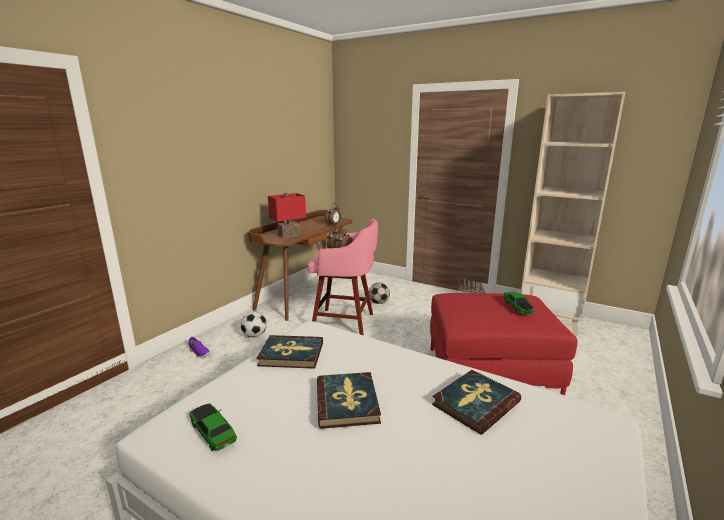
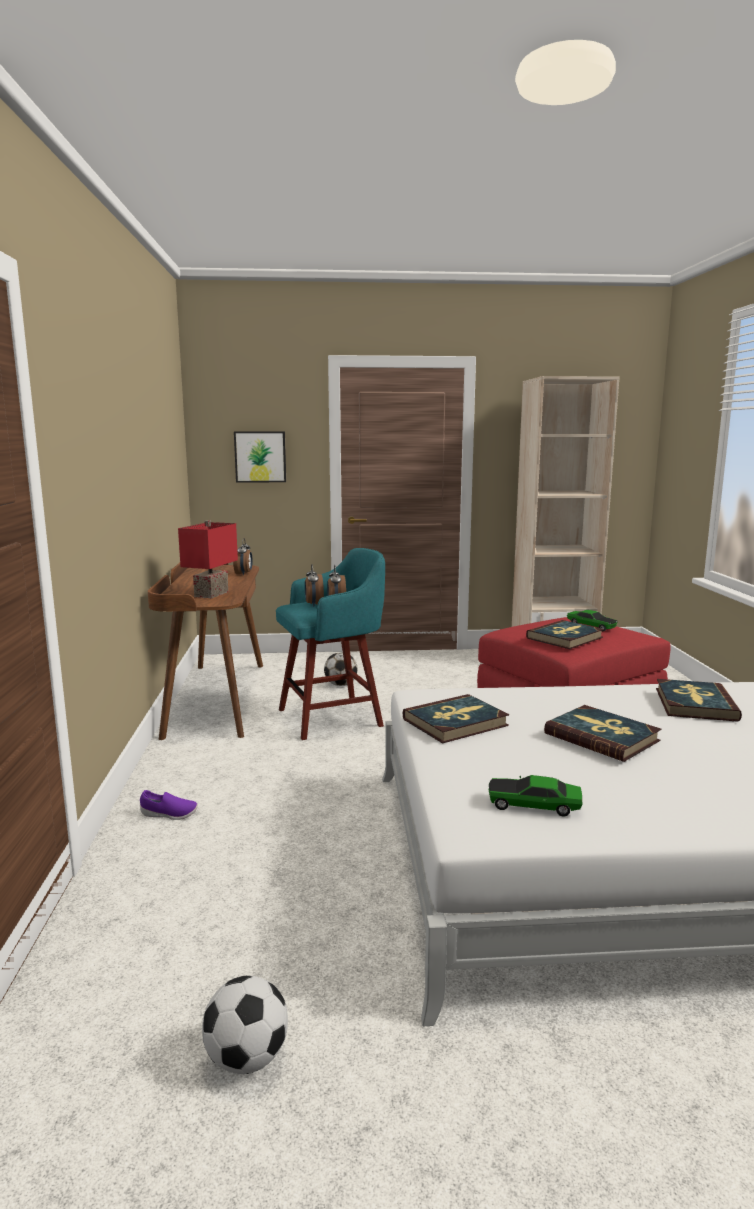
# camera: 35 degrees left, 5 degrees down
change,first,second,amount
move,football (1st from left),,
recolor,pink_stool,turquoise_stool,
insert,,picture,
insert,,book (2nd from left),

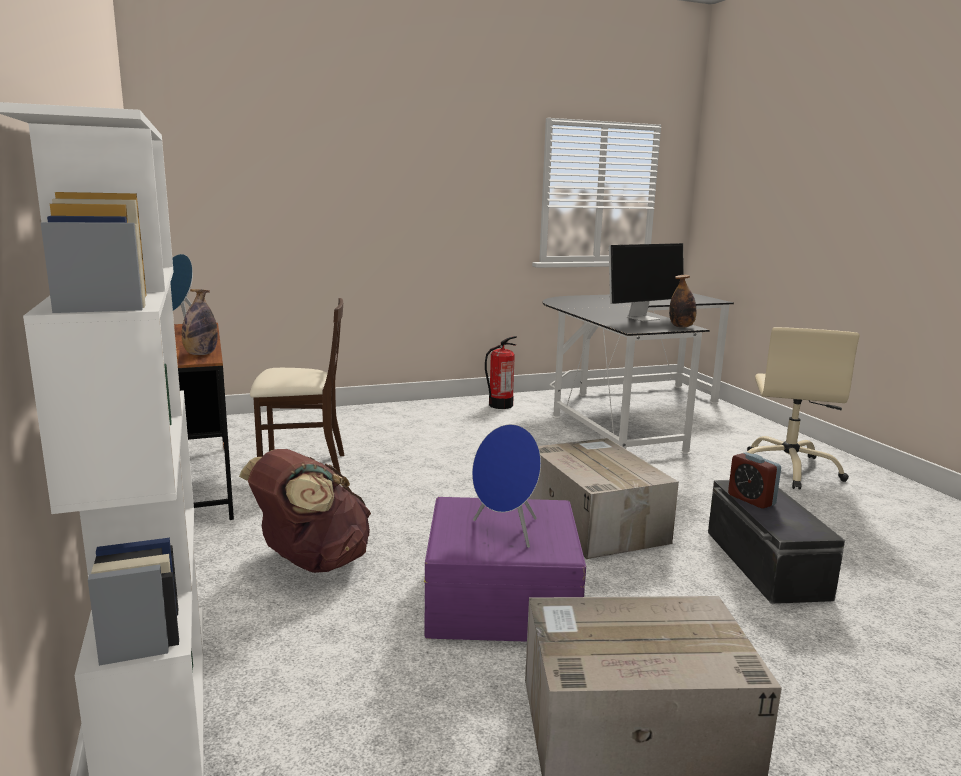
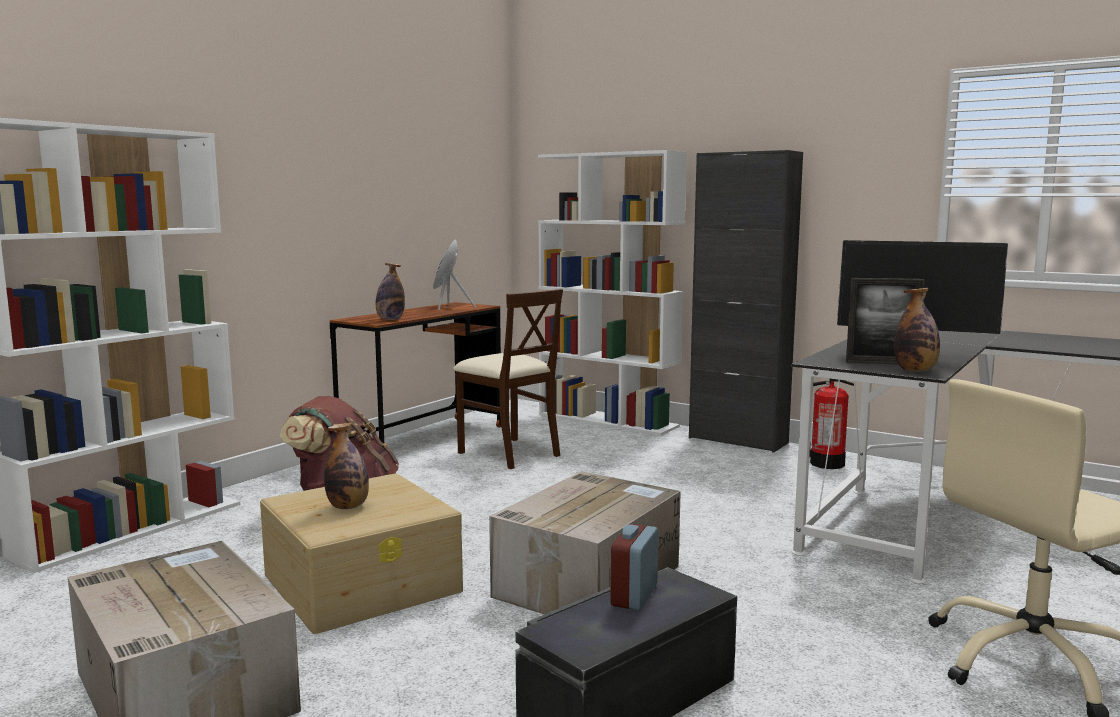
# camera: 55 degrees right, 5 degrees down
change,first,second,amount
recolor,purple_storage_box,beige_storage_box,
replace,blue_speaker (2nd from left),bottle (1st from left),
insert,,white_bookcase (2nd from left),
insert,,black_cabinet,
insert,,picture_frame,

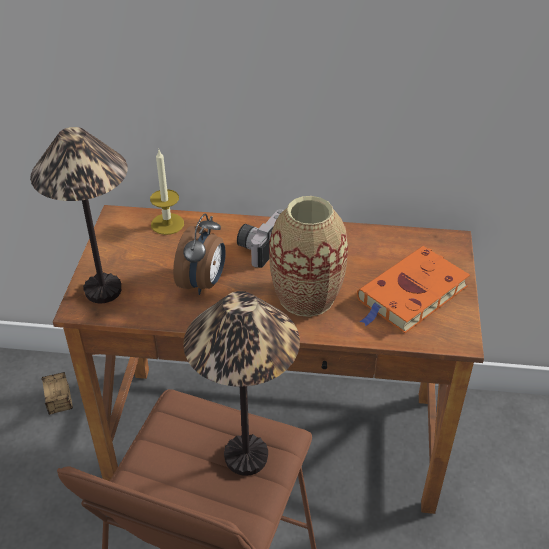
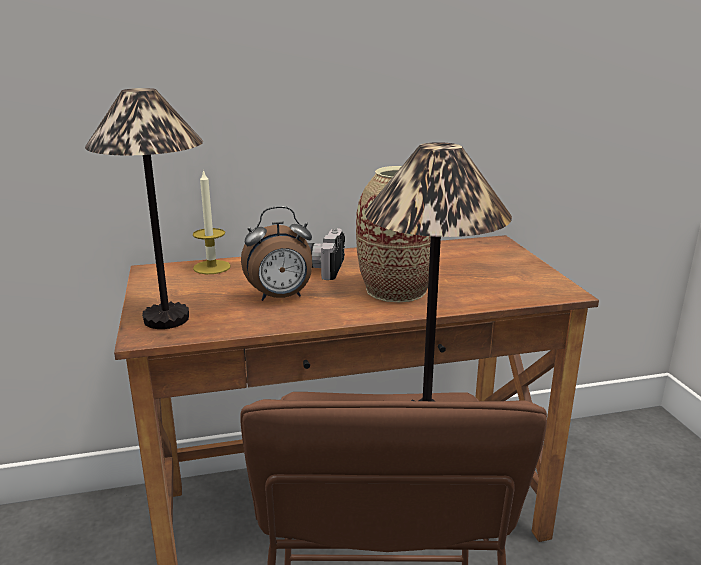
# camera: 20 degrees left, 20 degrees down
change,first,second,amount
delete,storage_box,,
rotate,alarm_clock,,75 degrees clockwise
delete,orange_book,,

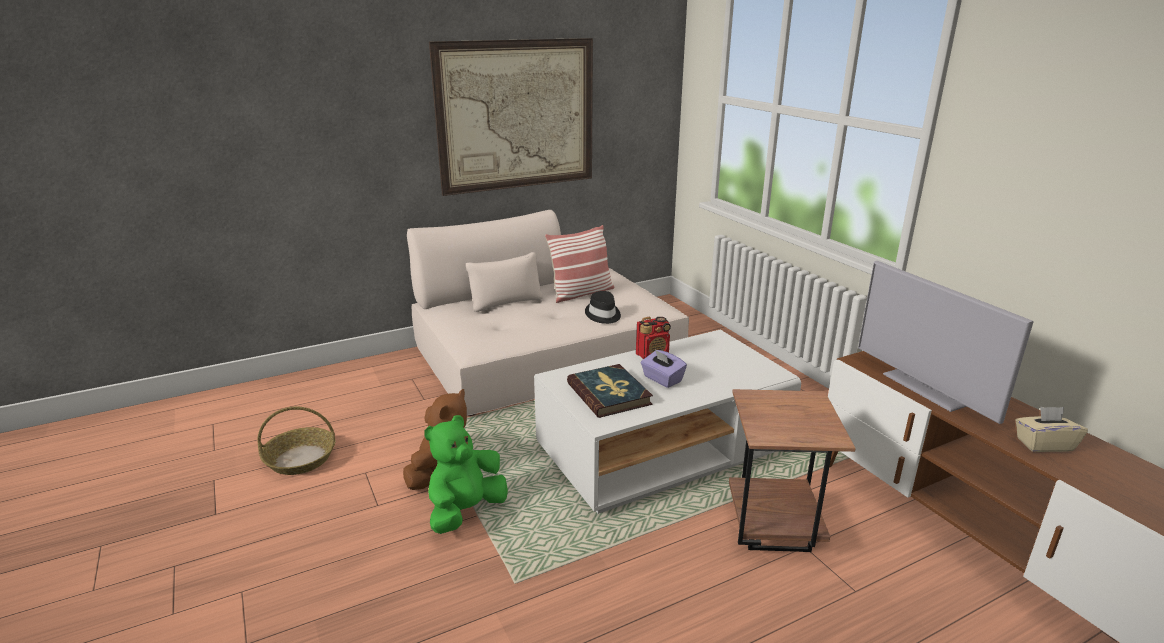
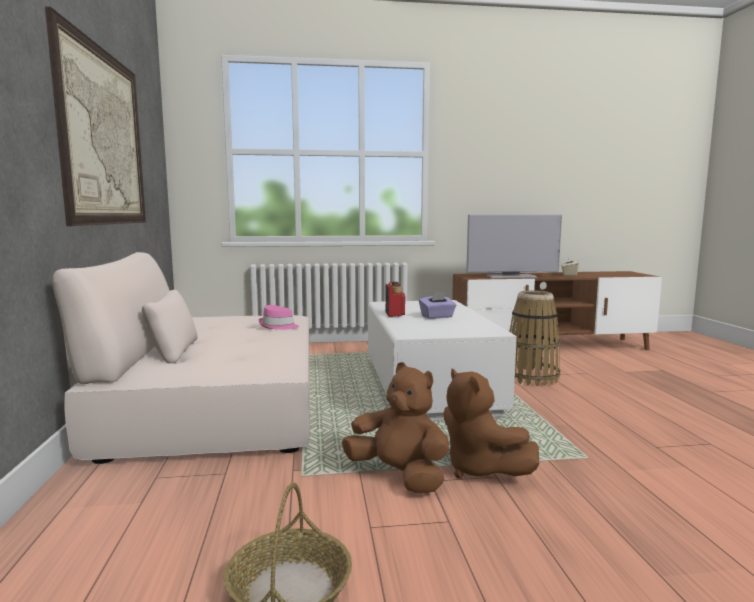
# camera: 70 degrees left, 15 degrees down
change,first,second,amount
recolor,green_plush_toy,brown_plush_toy (2nd from left),
delete,pillow,,
delete,book,,
recolor,black_hat,pink_hat,
replace,brown_side_table,basket (2nd from left),

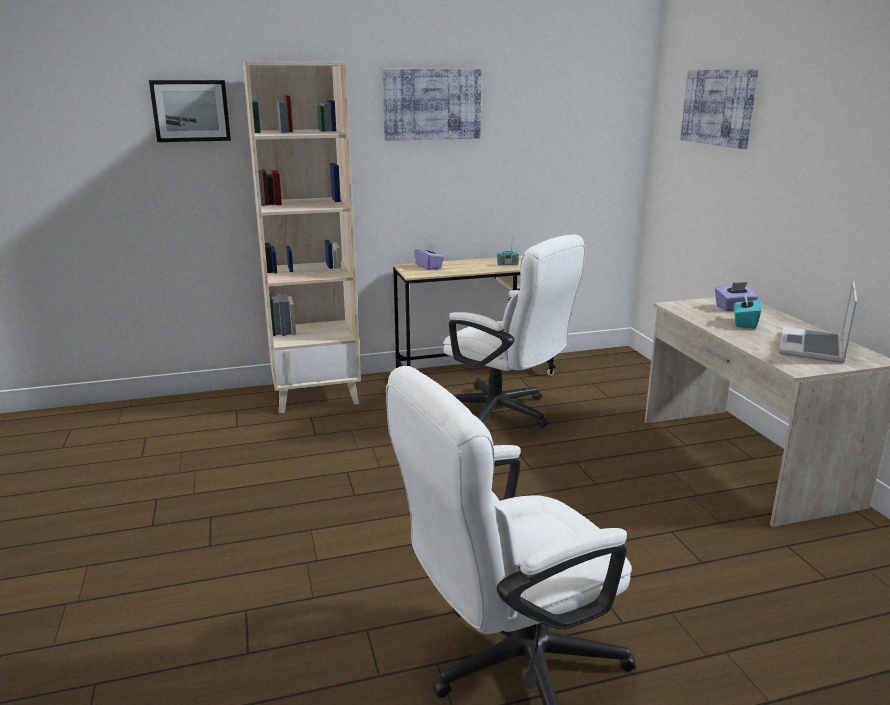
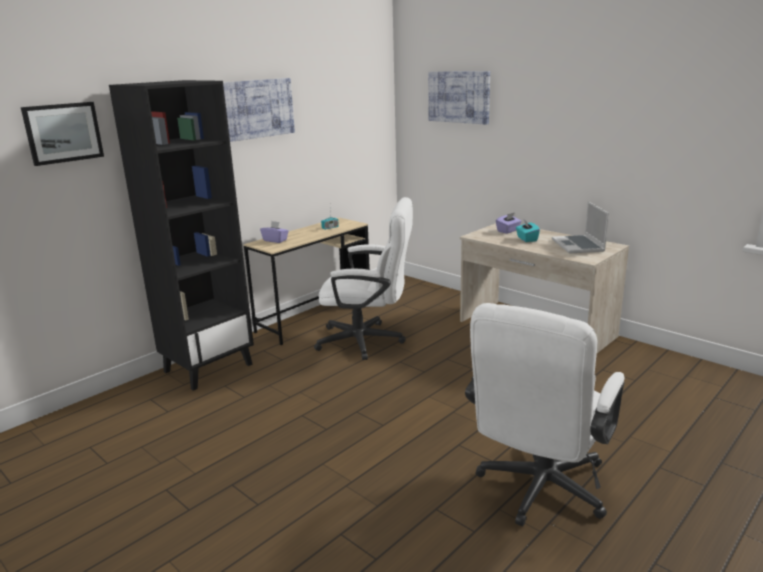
# camera: 30 degrees left, 0 degrees up
change,first,second,amount
recolor,beige_bookcase,black_bookcase,

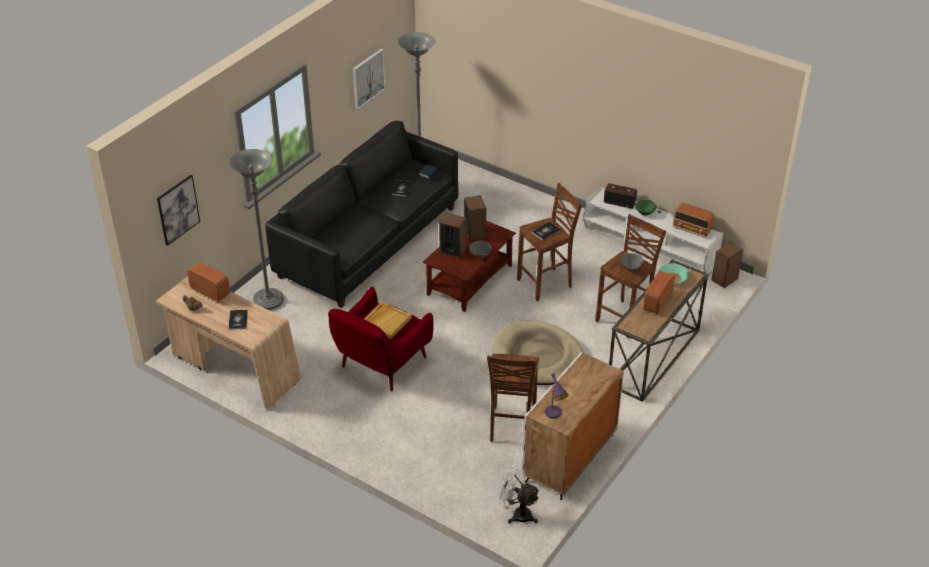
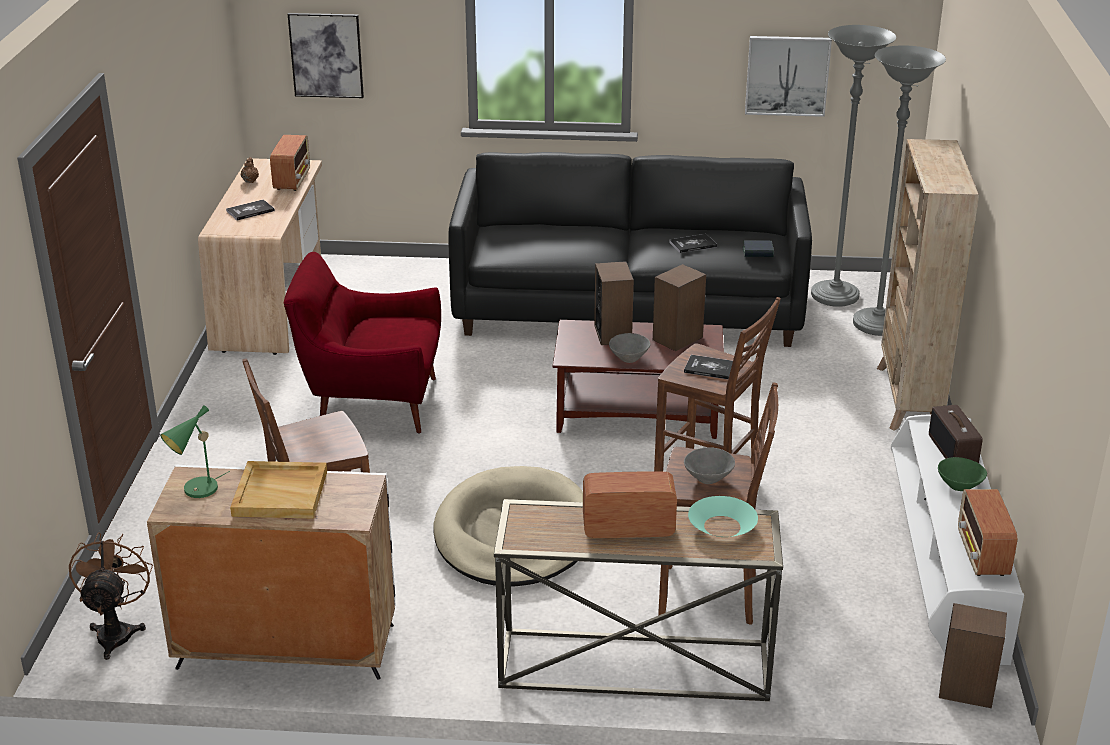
# camera: 60 degrees right, 10 degrees down
change,first,second,amount
move,grey_floor_lamp (1st from left in the first image),grey_floor_lamp (2nd from left),
move,beige_tray,,
recolor,white_fan,brown_fan,
recolor,purple_table_lamp,green_table_lamp,
insert,,beige_bookcase,

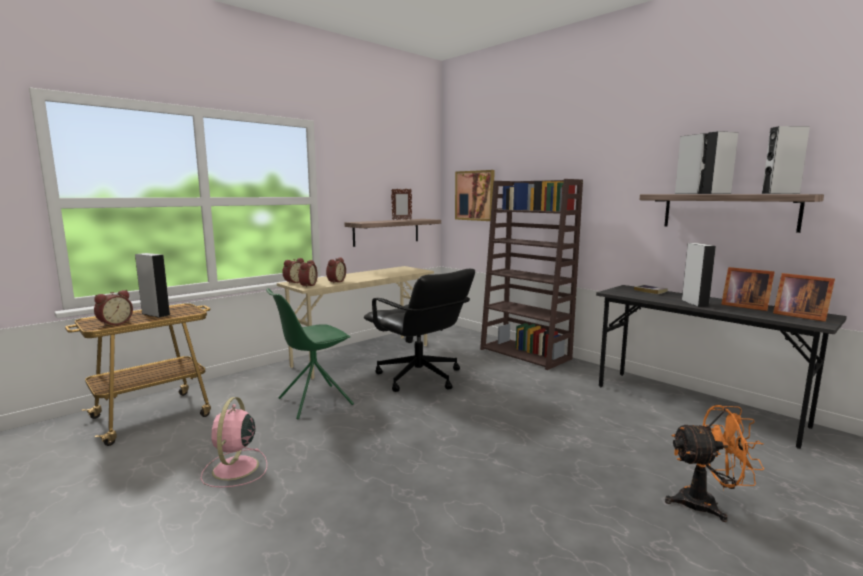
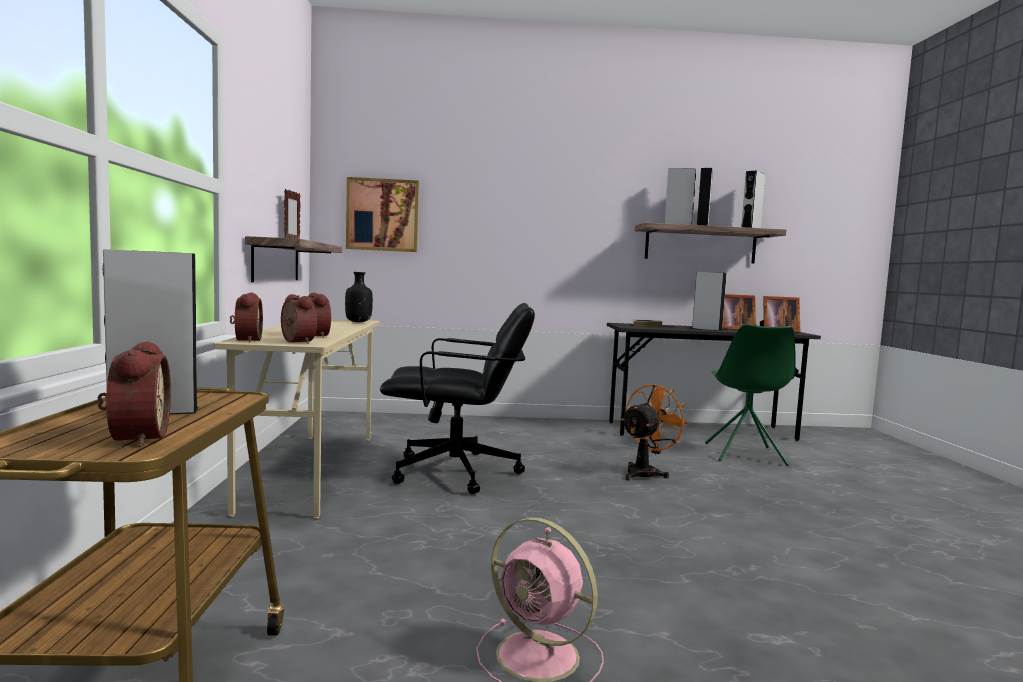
# camera: 50 degrees left, 5 degrees down
change,first,second,amount
move,green_chair,,
delete,brown_bookcase,,
move,orange_fan,,
insert,,black_bottle,

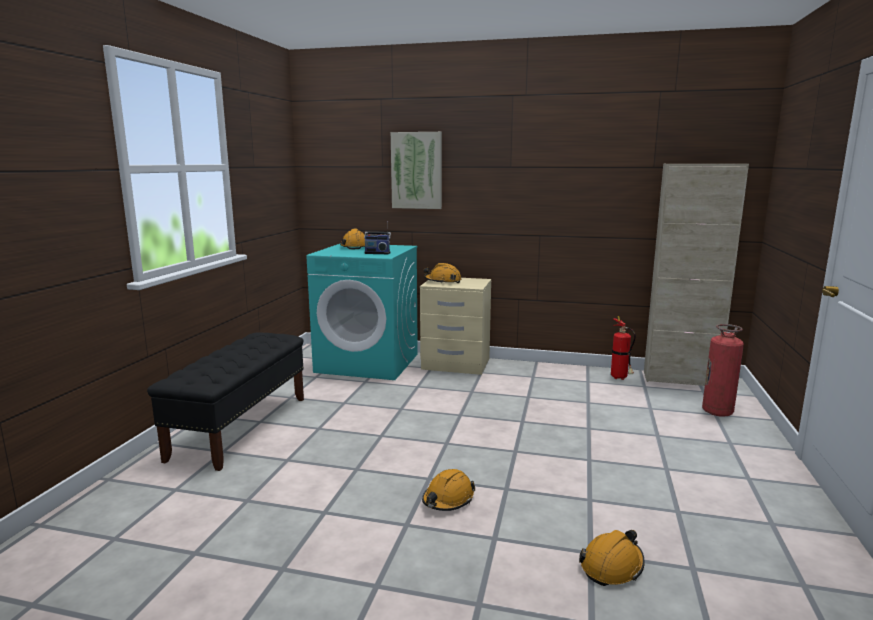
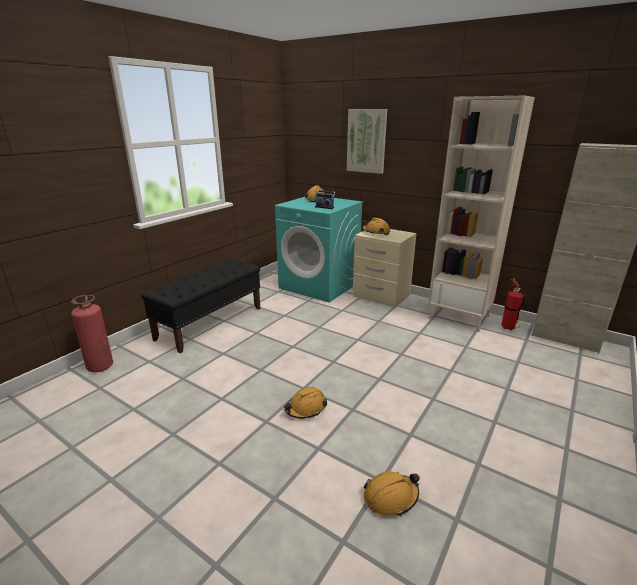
# camera: 20 degrees right, 10 degrees up
change,first,second,amount
move,fire_extinguisher (2nd from left in the first image),fire_extinguisher (1st from left),
insert,,beige_bookcase,

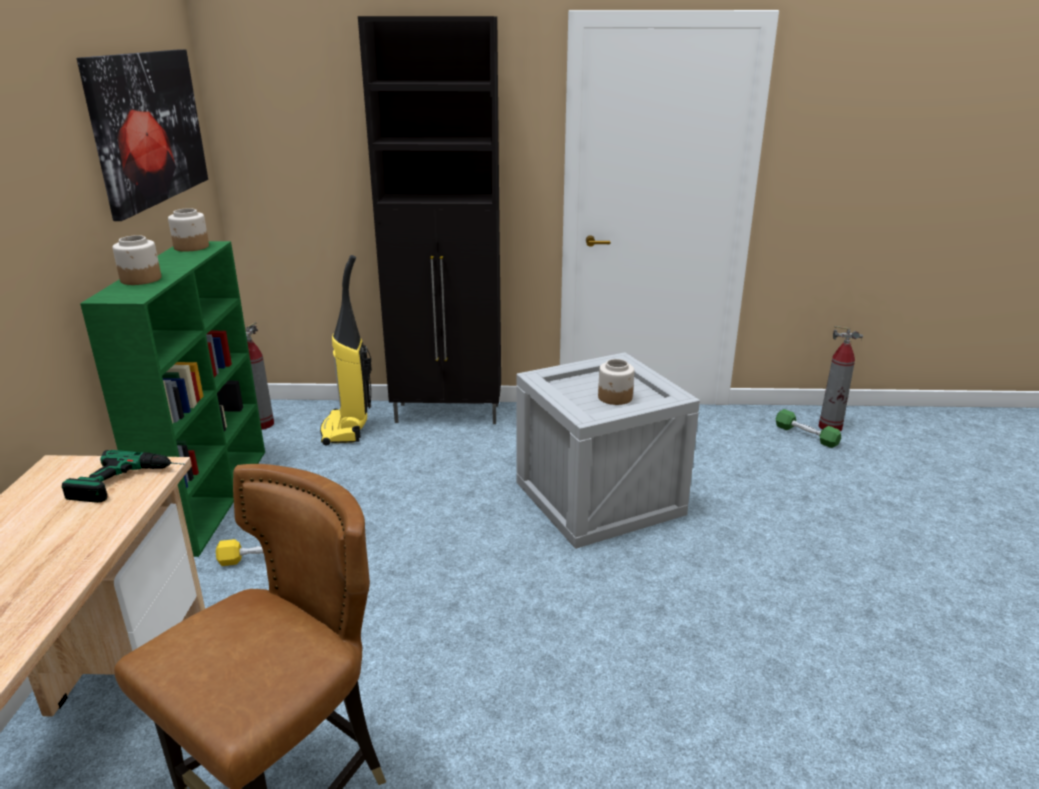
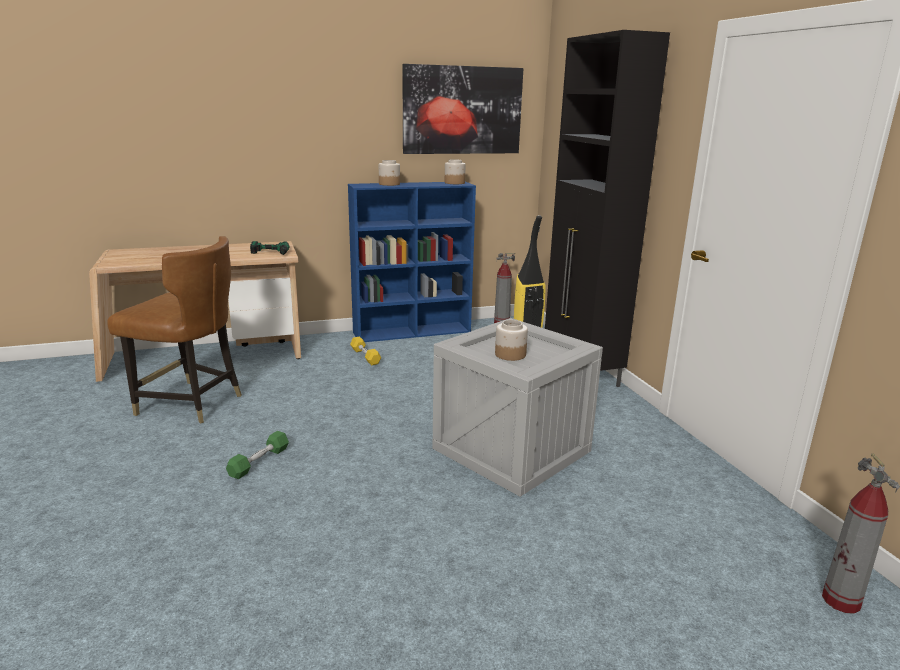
# camera: 70 degrees right, 5 degrees down
change,first,second,amount
recolor,green_bookcase,blue_bookcase,
move,green_dumbbell,,

